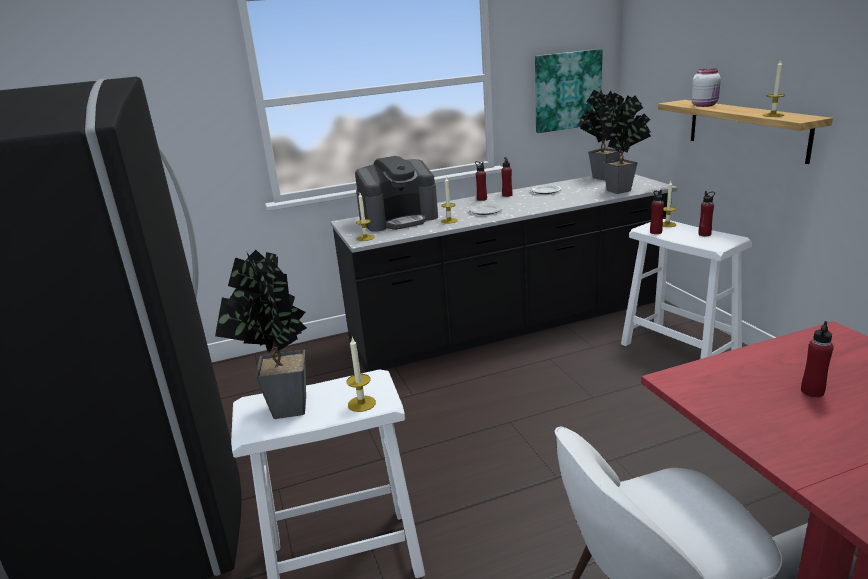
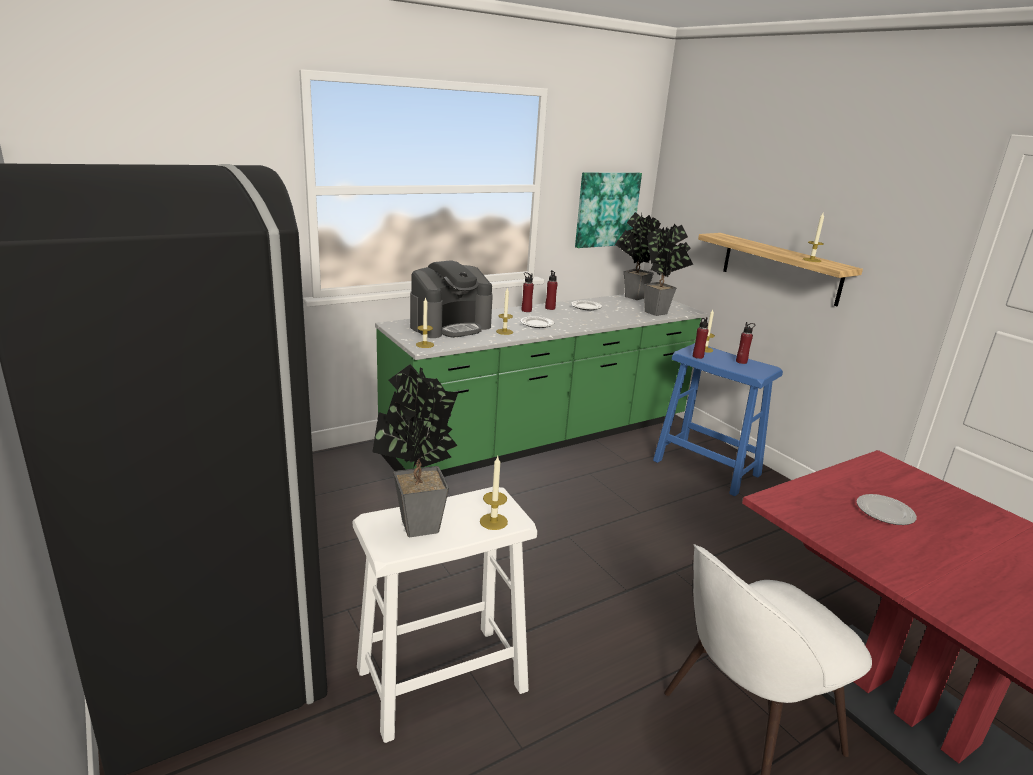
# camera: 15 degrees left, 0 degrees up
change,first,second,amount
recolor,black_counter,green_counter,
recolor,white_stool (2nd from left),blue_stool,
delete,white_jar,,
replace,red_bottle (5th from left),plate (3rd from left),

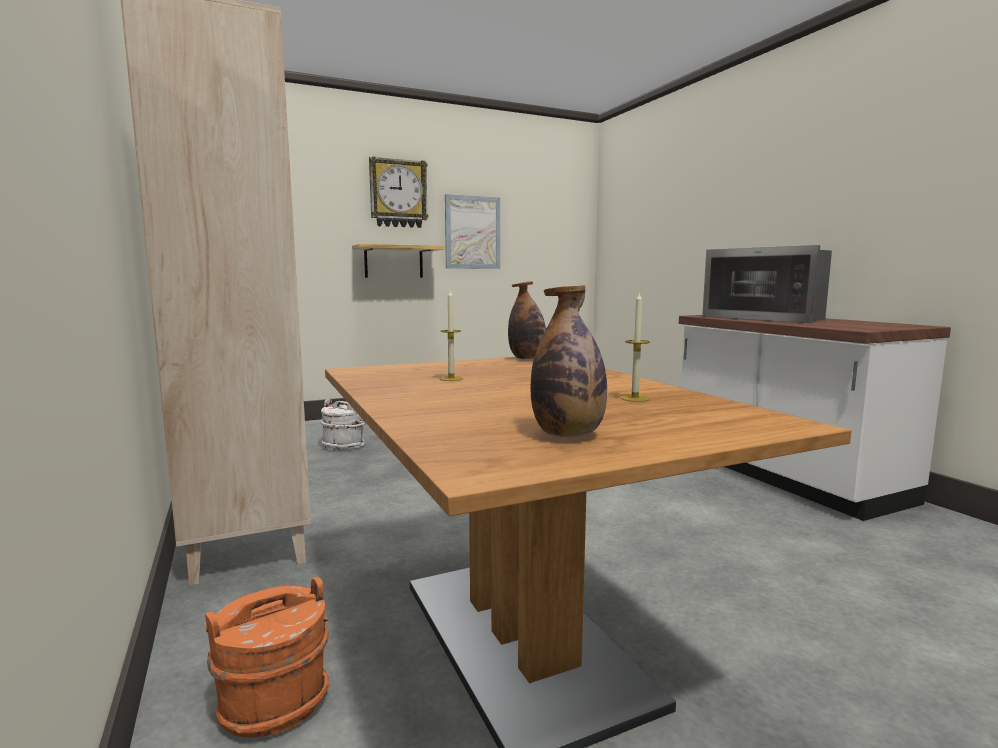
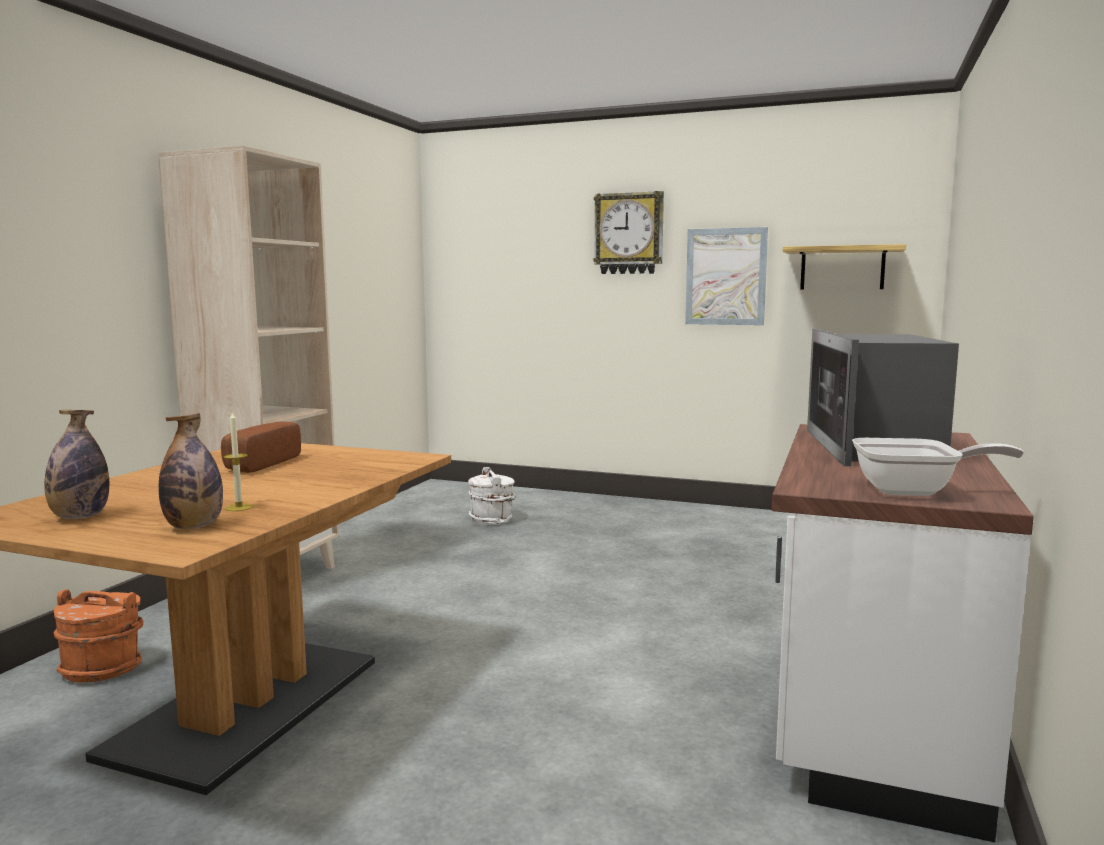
# camera: 45 degrees right, 0 degrees up
change,first,second,amount
move,shelf,,
replace,candle (1st from left),bread,
move,bottle (1st from left in the first image),bottle (2nd from left),
insert,,frying_pan,

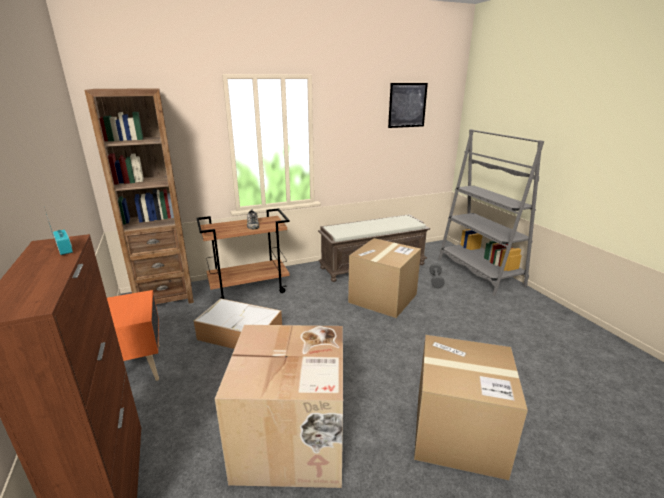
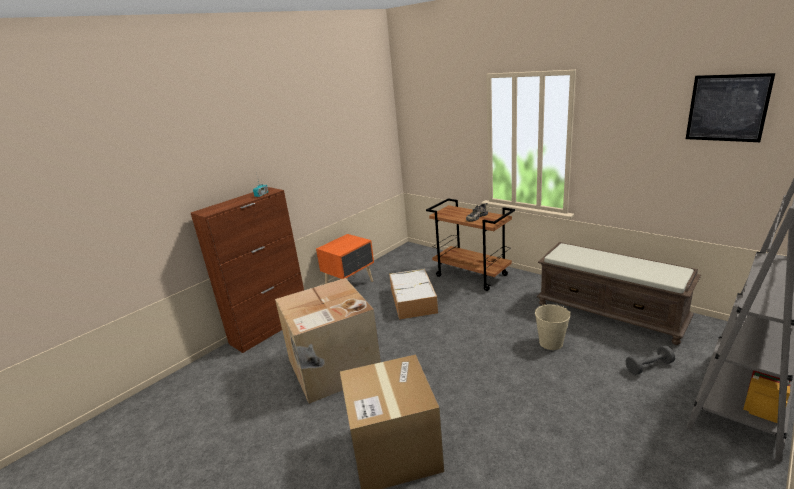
# camera: 65 degrees right, 0 degrees up
change,first,second,amount
delete,brown_bookcase,,
replace,cardboard_box (2nd from left),beige_bucket,

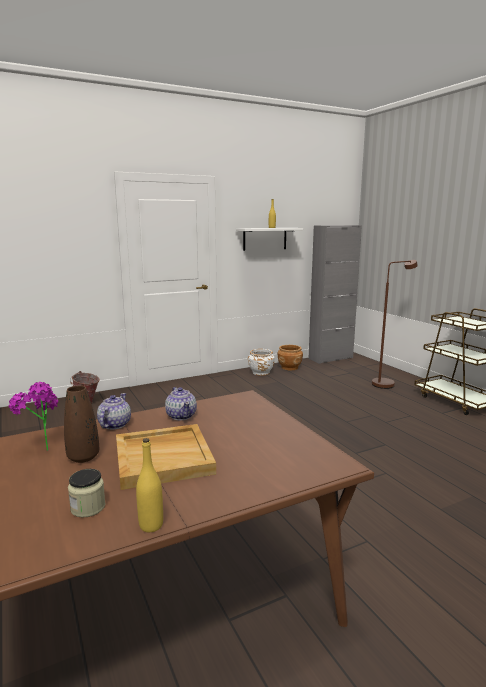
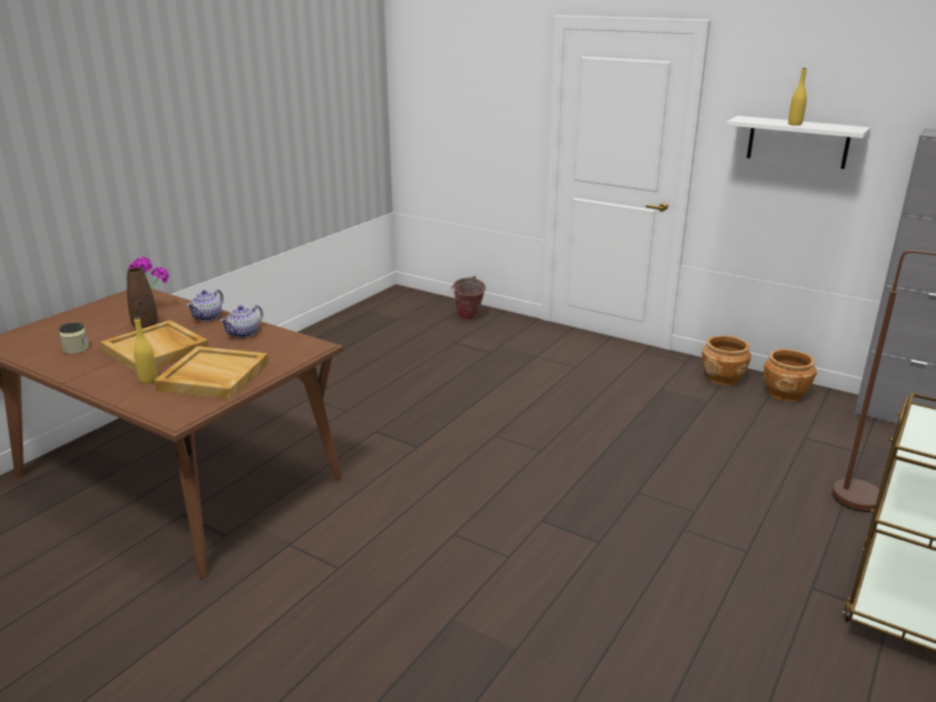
# camera: 60 degrees right, 10 degrees up
change,first,second,amount
rotate,teapot (1st from left),,135 degrees clockwise
move,yellow_bottle (1st from left),,
recolor,white_planter,brown_planter (1st from left),
insert,,beige_tray (2nd from left),

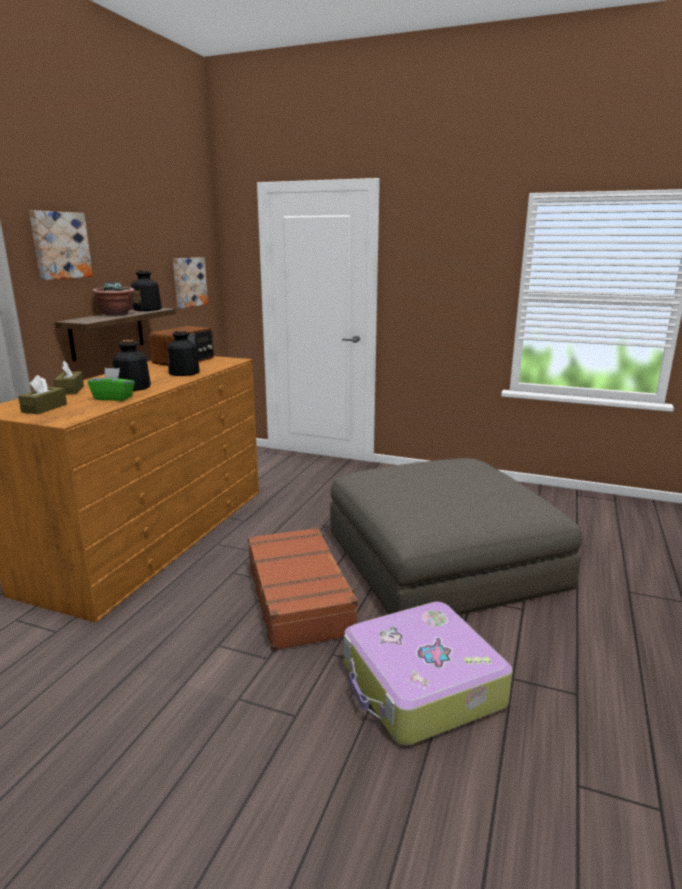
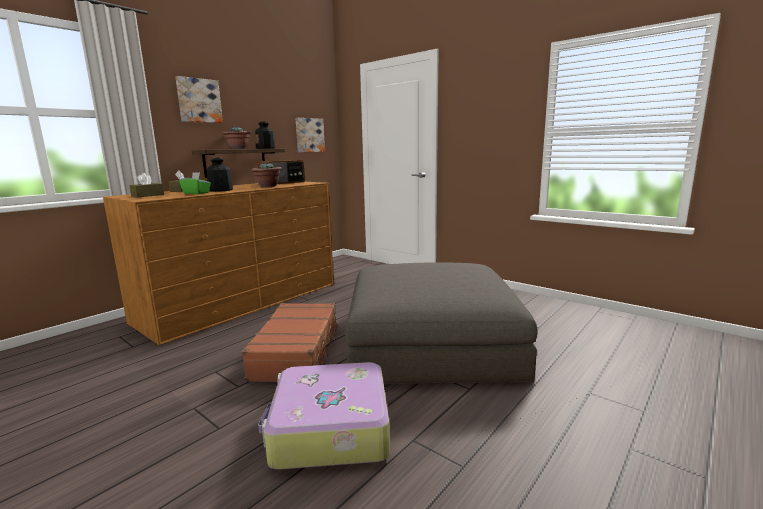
# camera: 20 degrees right, 5 degrees down
change,first,second,amount
replace,bottle (3rd from left),potted_plant (2nd from left),

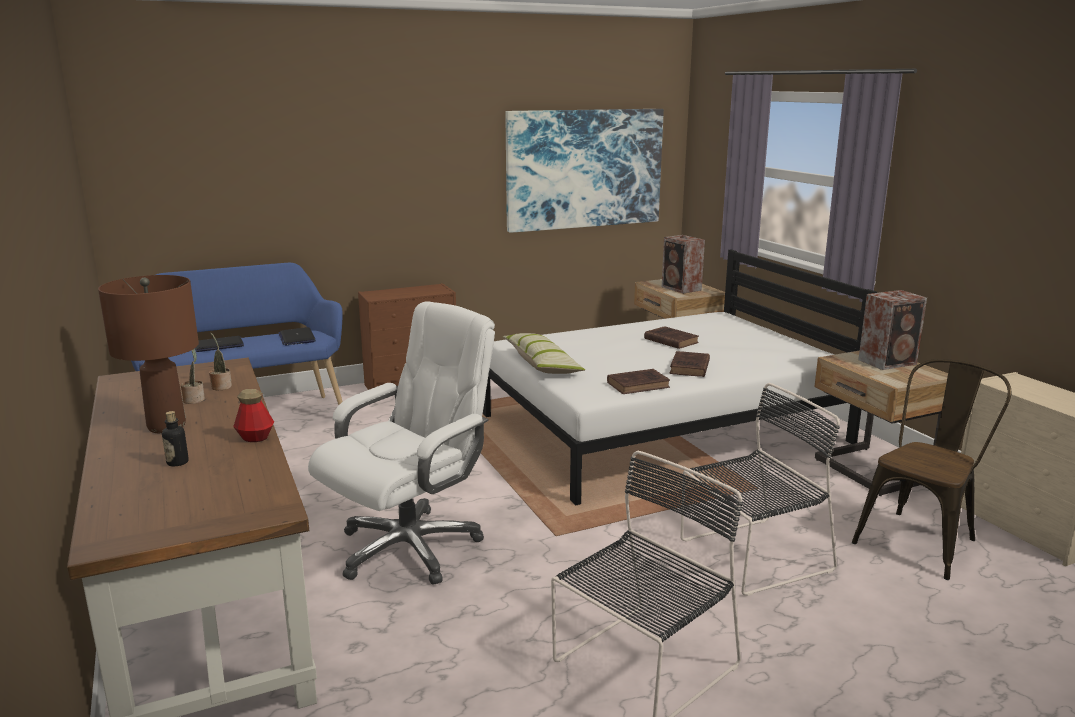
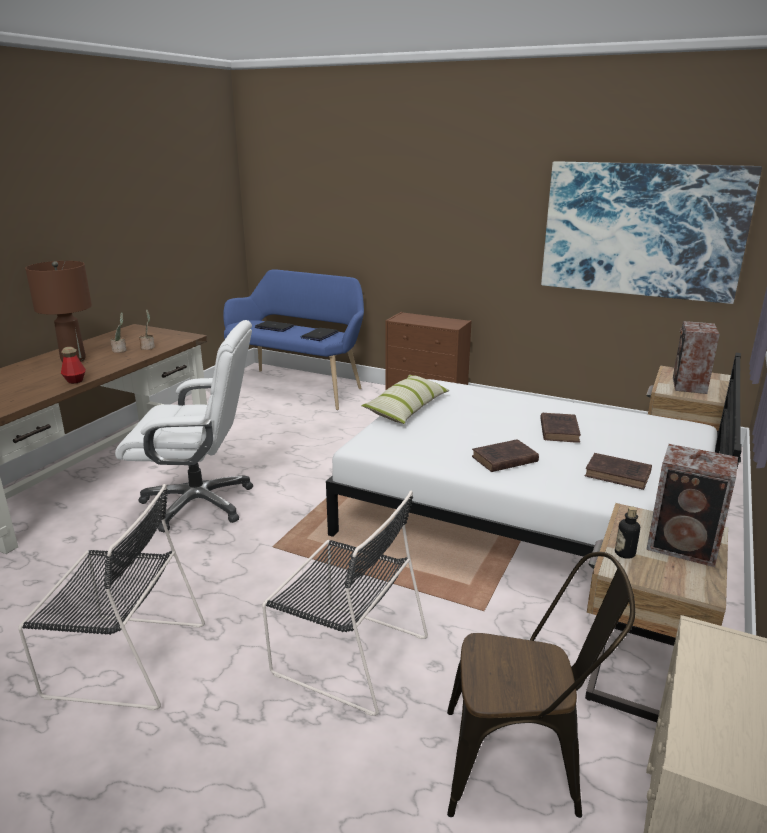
# camera: 50 degrees right, 5 degrees up
change,first,second,amount
move,bottle (1st from left in the first image),bottle (2nd from left),
move,brown_book (1st from left in the first image),brown_book (3rd from left),

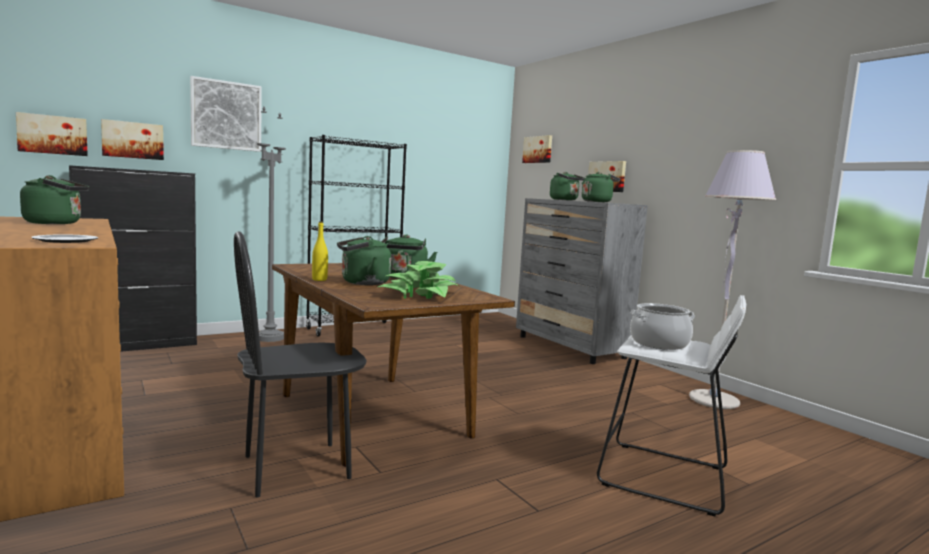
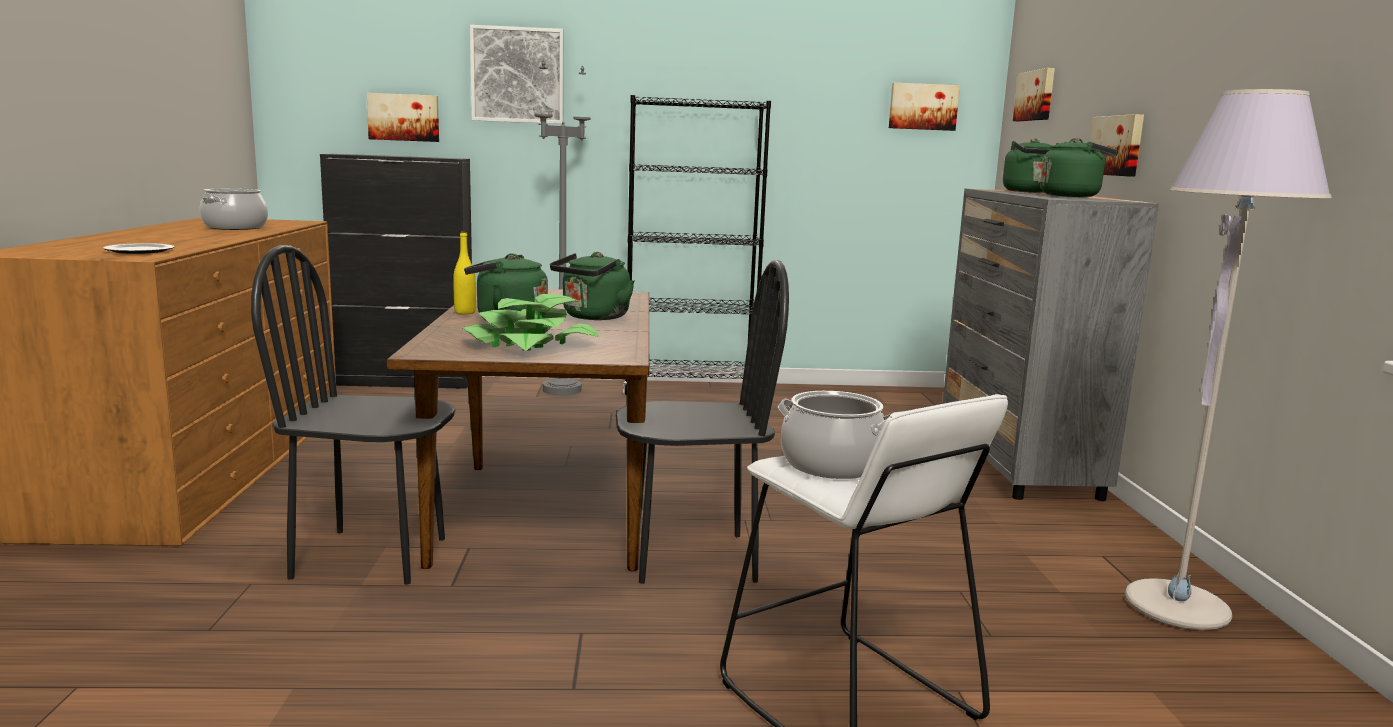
# camera: 30 degrees right, 5 degrees up
change,first,second,amount
move,picture (1st from left in the first image),picture (3rd from left),
replace,green_kettle (1st from left),cooking_pot (1st from left),
insert,,black_chair (2nd from left),

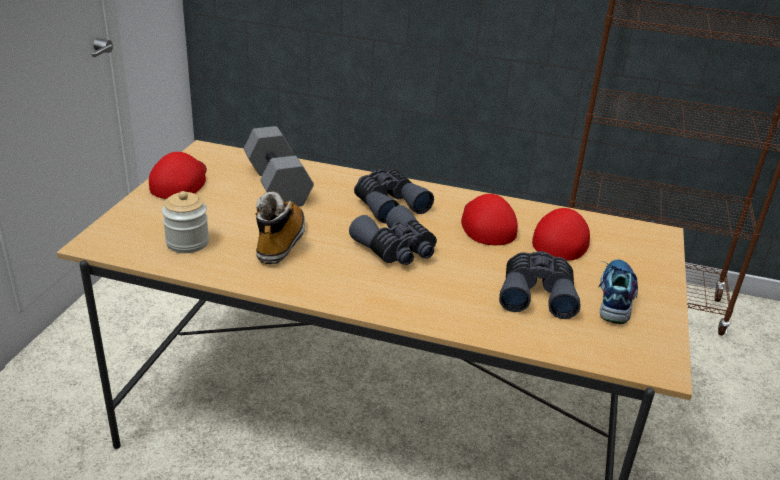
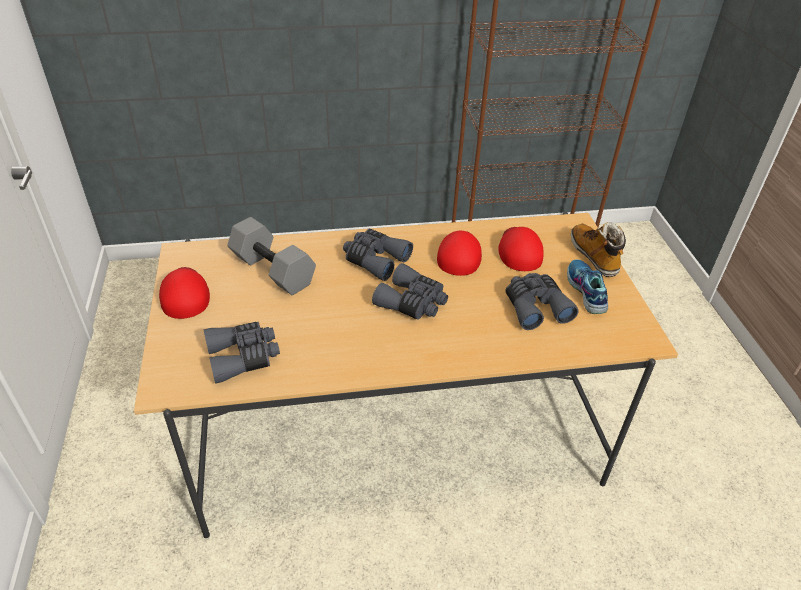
# camera: 25 degrees left, 10 degrees up
change,first,second,amount
replace,jar,grey_binoculars (1st from left),
move,boot,,
rotate,red_cap (2nd from left),,45 degrees clockwise

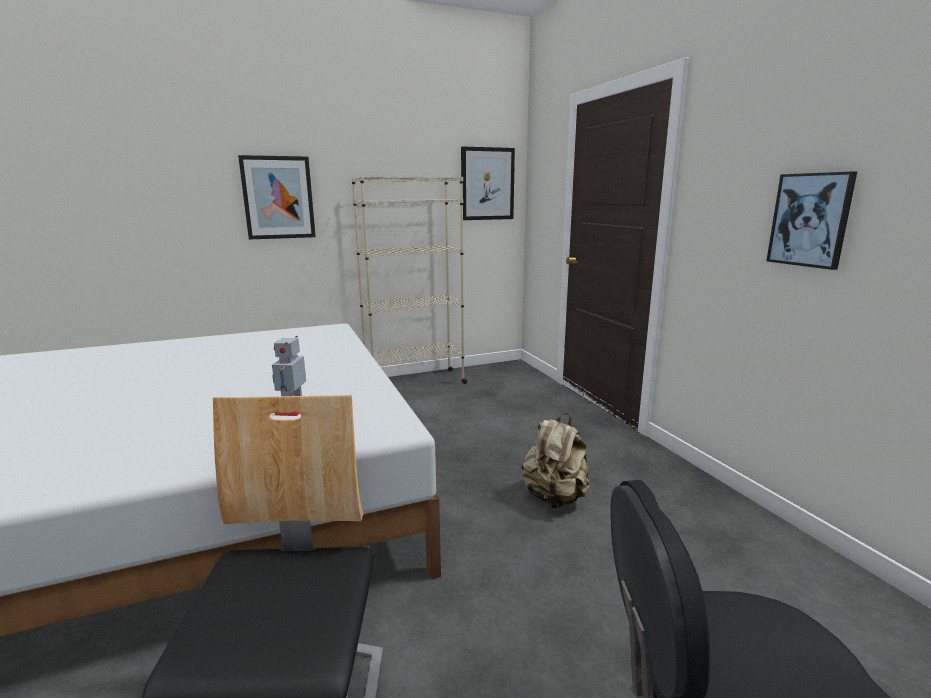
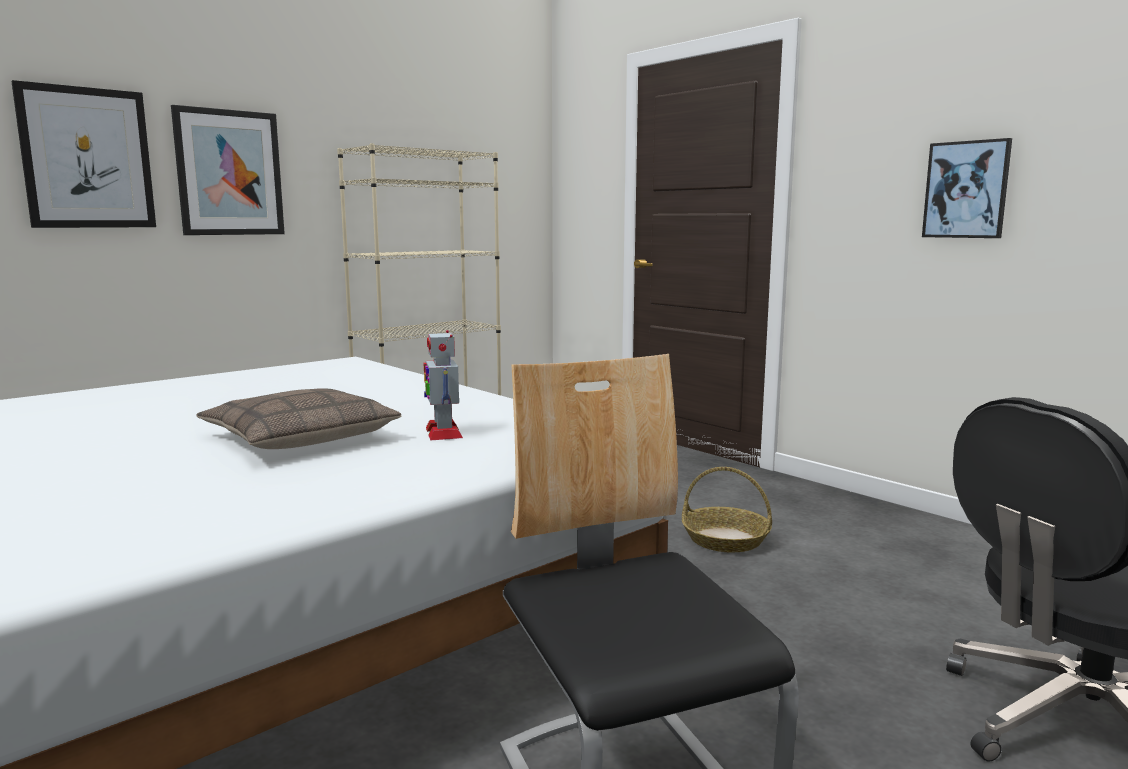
# camera: 20 degrees left, 5 degrees down
change,first,second,amount
move,picture (2nd from left in the first image),picture (1st from left),
replace,beige_backpack,basket,
insert,,pillow,

